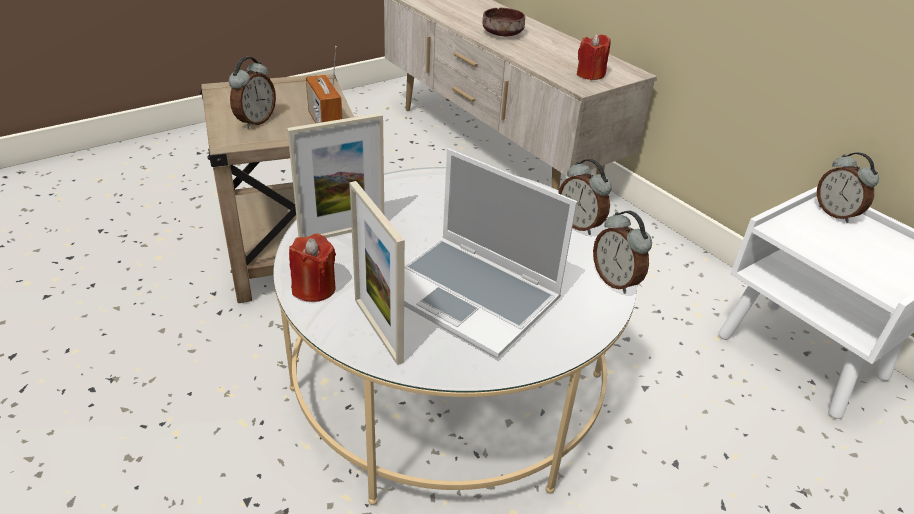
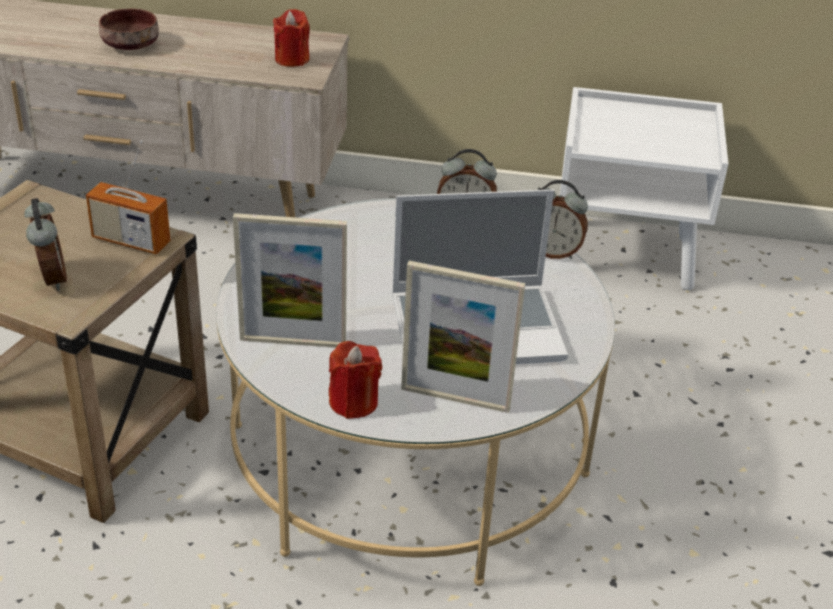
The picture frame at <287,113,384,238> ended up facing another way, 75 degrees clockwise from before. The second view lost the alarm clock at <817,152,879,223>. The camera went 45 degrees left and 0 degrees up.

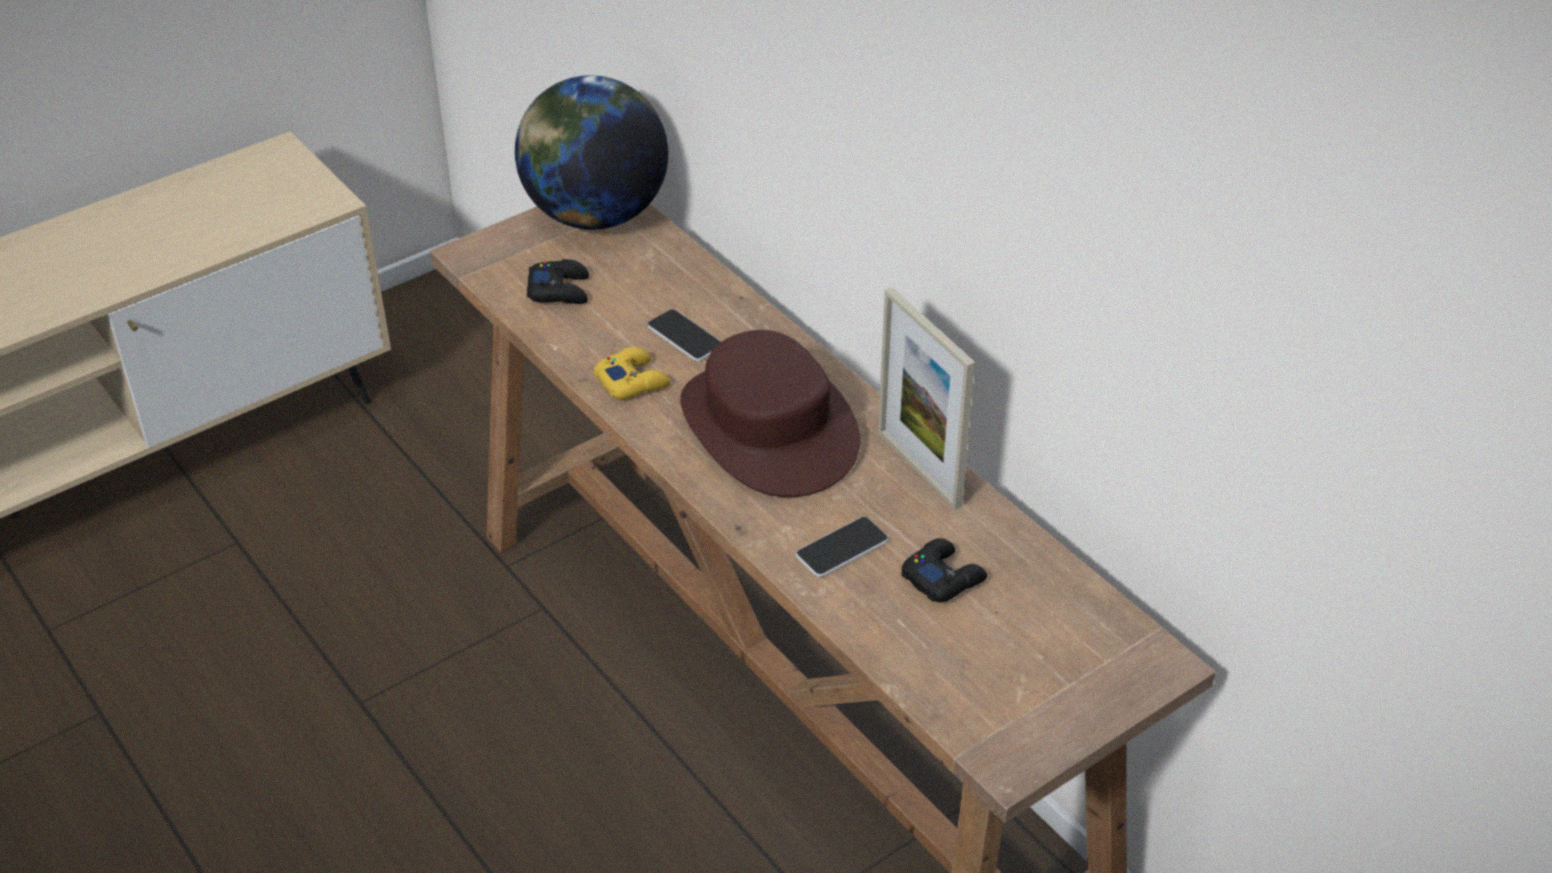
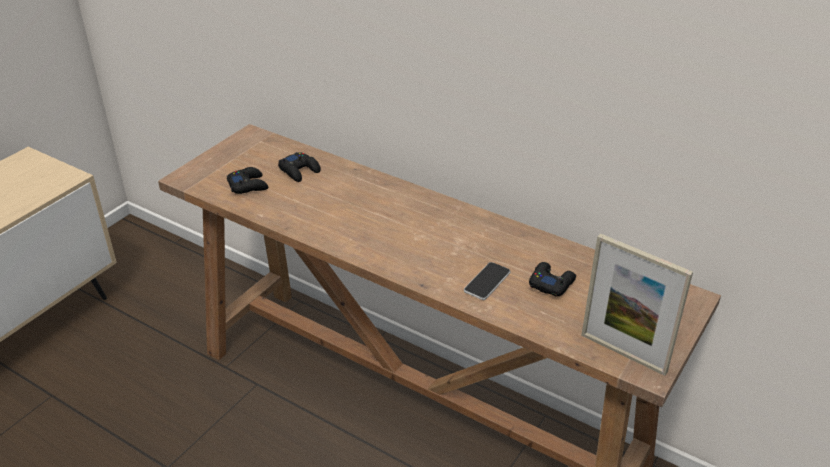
The second view lost the globe at <515,75,668,230>. The second view lost the yellow game controller at <594,347,670,399>. The second view lost the phone at <647,309,721,362>. The second view lost the brown hat at <680,330,860,497>. The picture frame ended up elsewhere, having gone from <878,287,975,510> to <581,233,693,376>. The second view gained the black game controller at <278,152,321,182>. The camera went 20 degrees left and 5 degrees down.

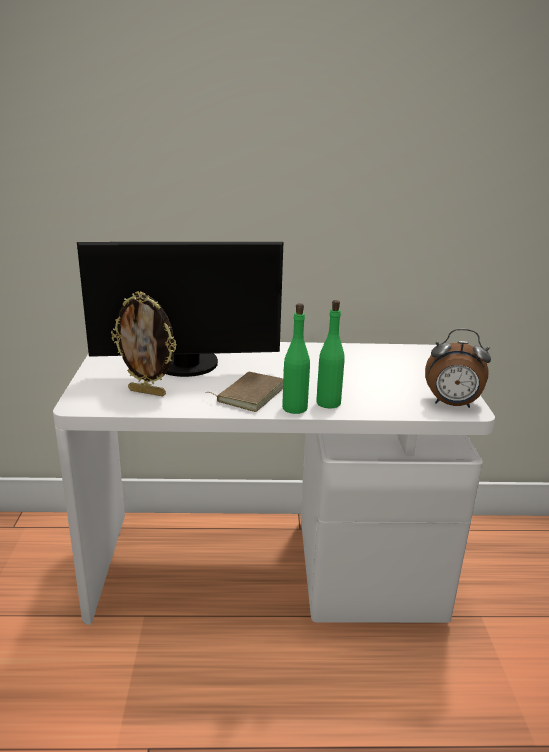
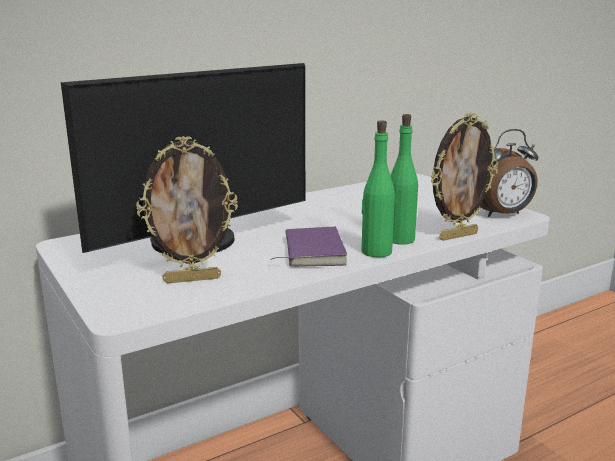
What was the brown book at <205,372,283,412> turned into the purple book at <271,227,347,267>. The second view gained the picture frame at <431,113,498,241>. The camera went 30 degrees left and 5 degrees down.

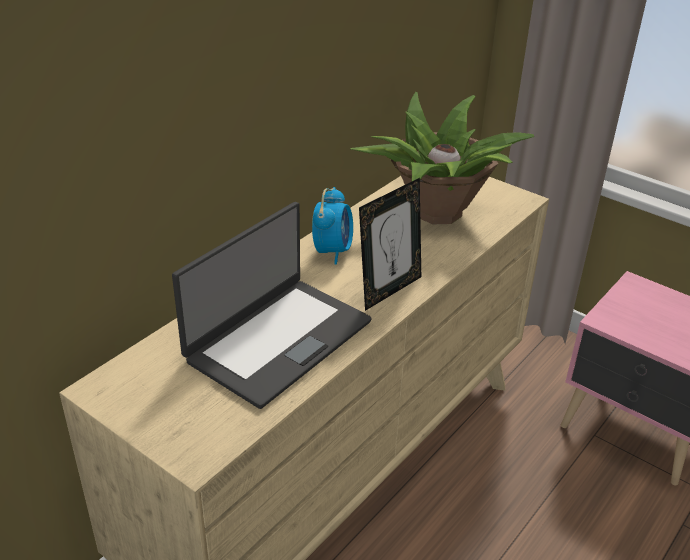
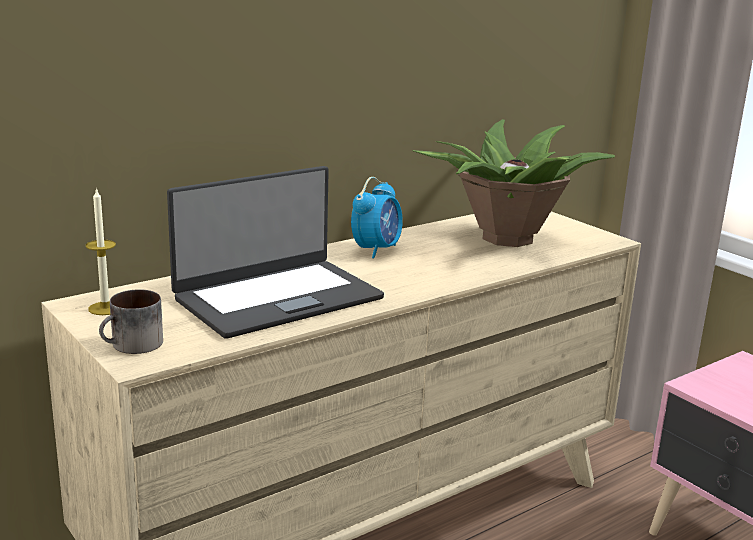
The second view lost the picture frame at <359,178,421,311>. The second view gained the candle at <86,188,116,315>. The second view gained the mug at <99,289,163,354>. The camera went 15 degrees right and 15 degrees down.

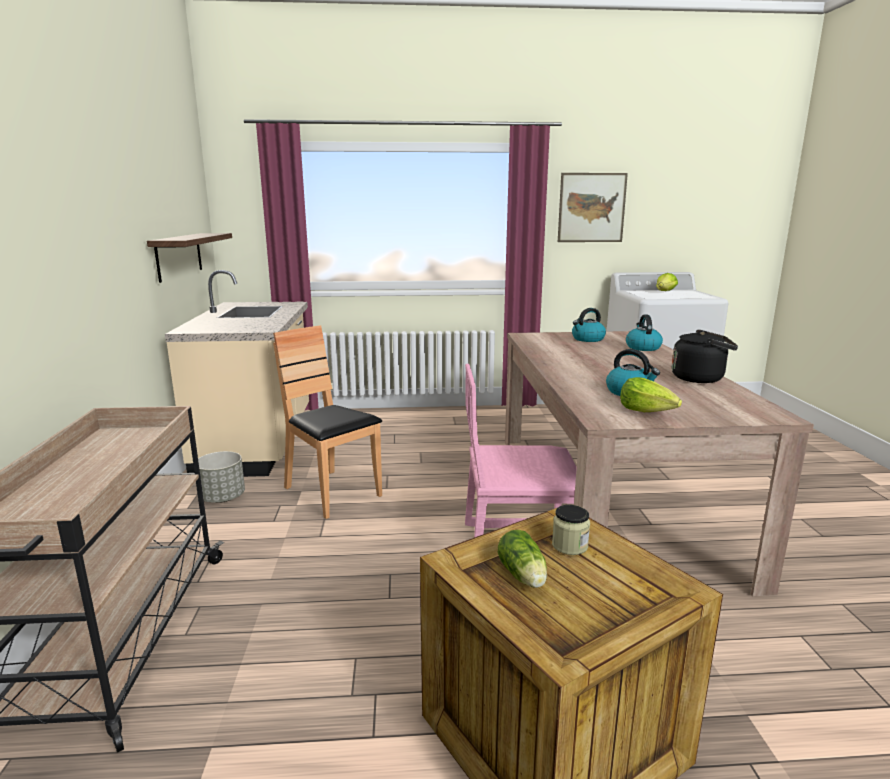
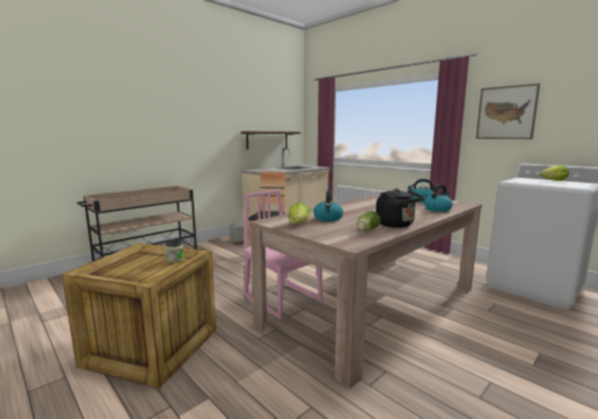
The lettuce ended up elsewhere, having gone from <498,530,547,588> to <357,211,381,231>. The camera went 50 degrees right and 5 degrees down.

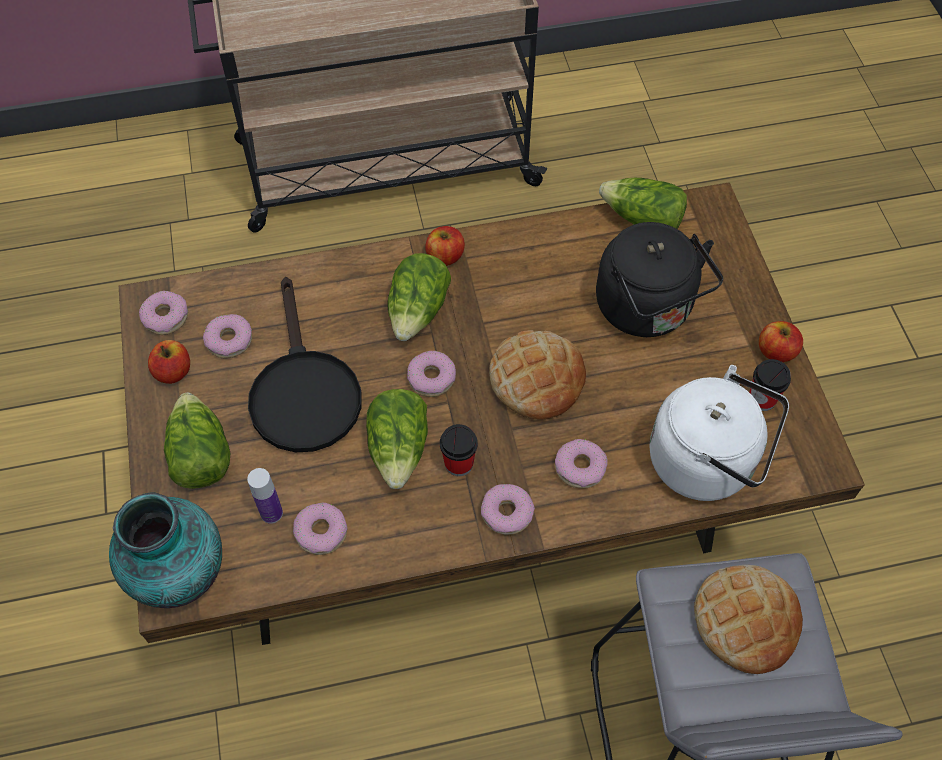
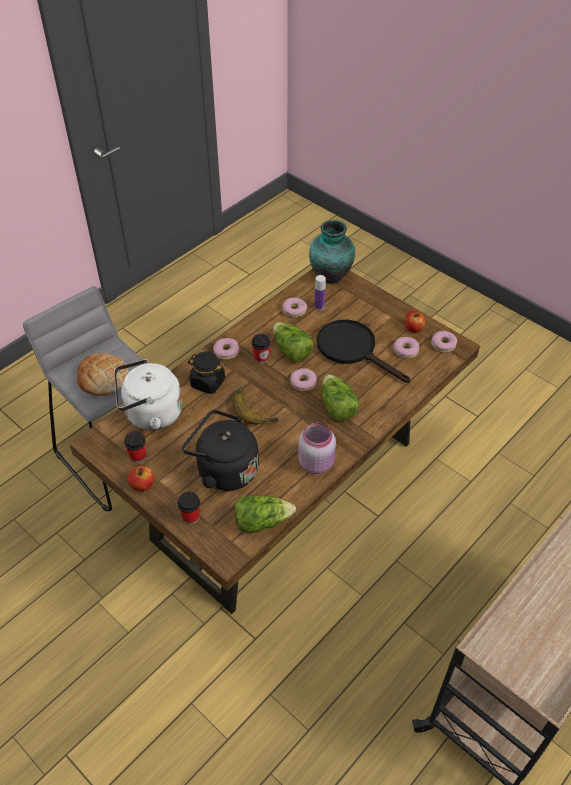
The second view lost the lettuce at <164,393,230,489>. The second view lost the apple at <425,226,465,266>. Where the bread stood at <489,330,586,420>, the banana came to stand at <232,387,279,425>. Where the donut stood at <555,439,608,489>, the black jar came to stand at <188,351,225,394>. The second view gained the cup at <177,492,200,524>. The second view gained the pink jar at <298,423,336,474>. The camera went 145 degrees right and 10 degrees down.

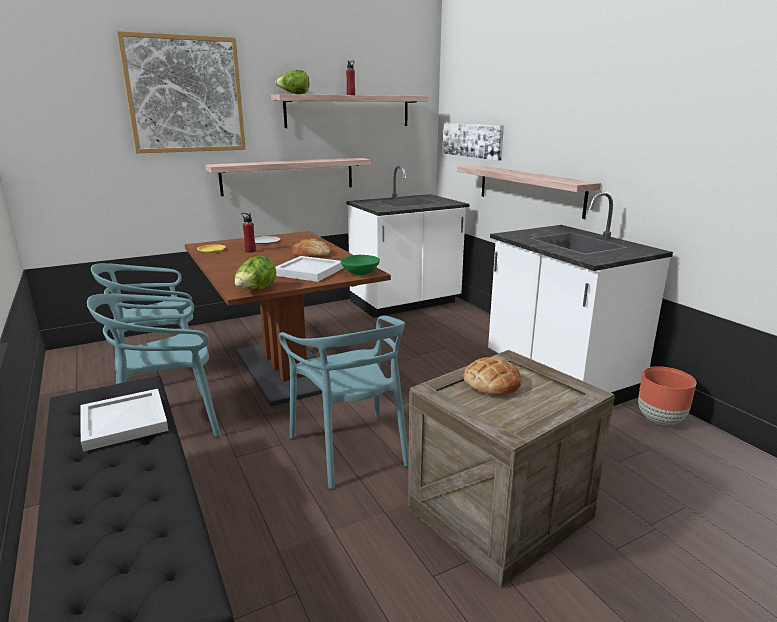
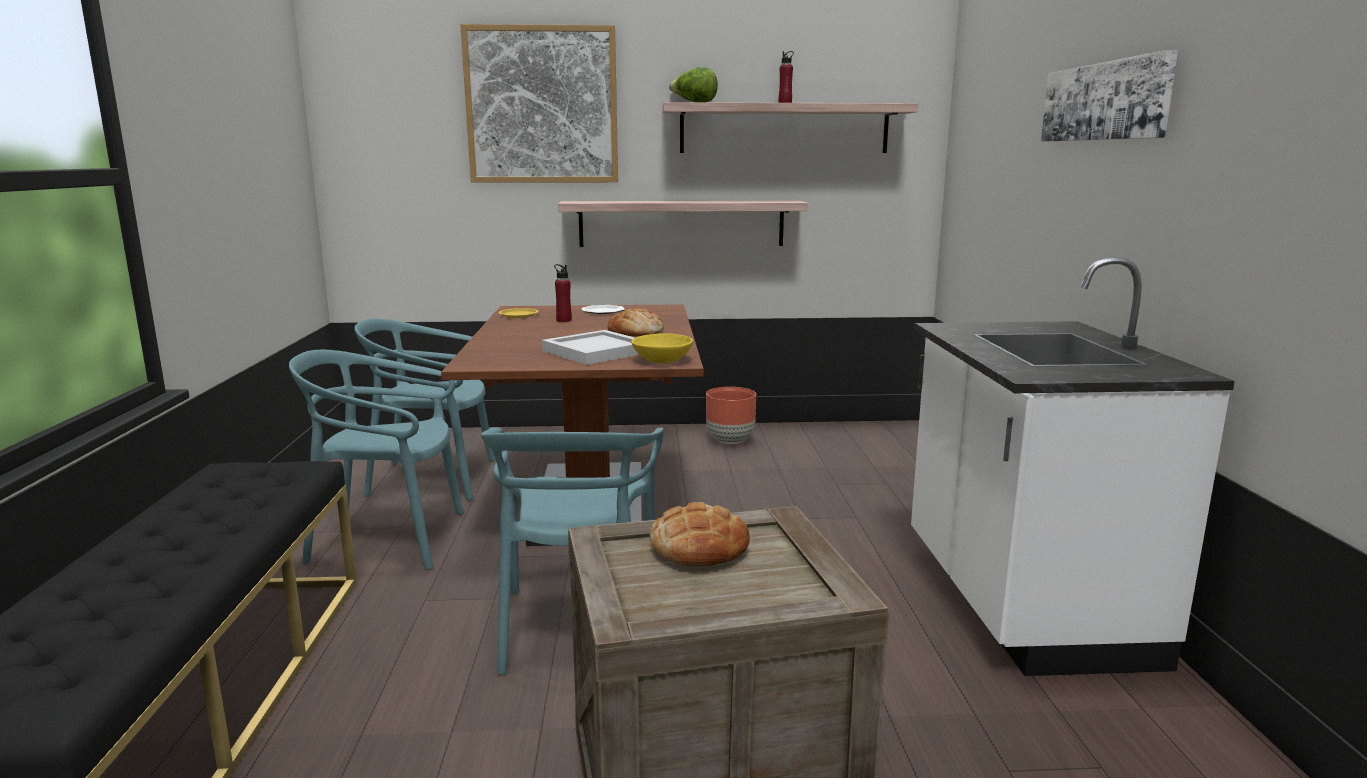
The second view lost the white tray at <80,389,169,452>. The second view lost the lettuce at <234,256,276,290>. What was the green bowl at <340,255,380,275> turned into the yellow bowl at <631,334,693,364>. The second view lost the white counter at <346,166,470,318>. The picture ended up elsewhere, having gone from <443,123,504,161> to <1041,50,1178,141>. The second view lost the shelf at <457,165,601,219>. The brown planter ended up elsewhere, having gone from <638,366,697,425> to <706,387,756,444>. The camera went 25 degrees right and 5 degrees down.

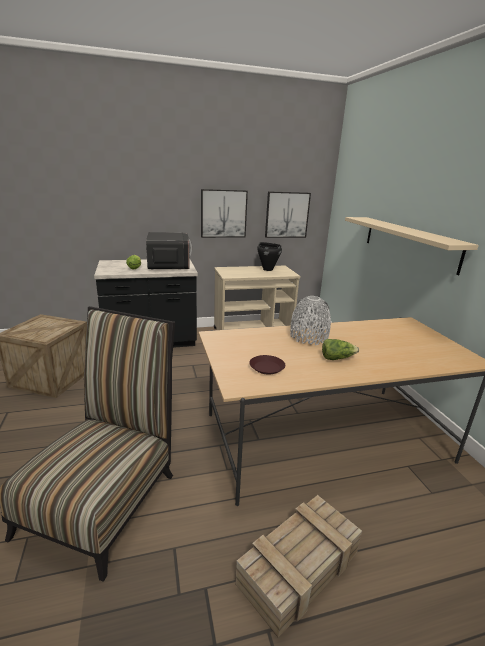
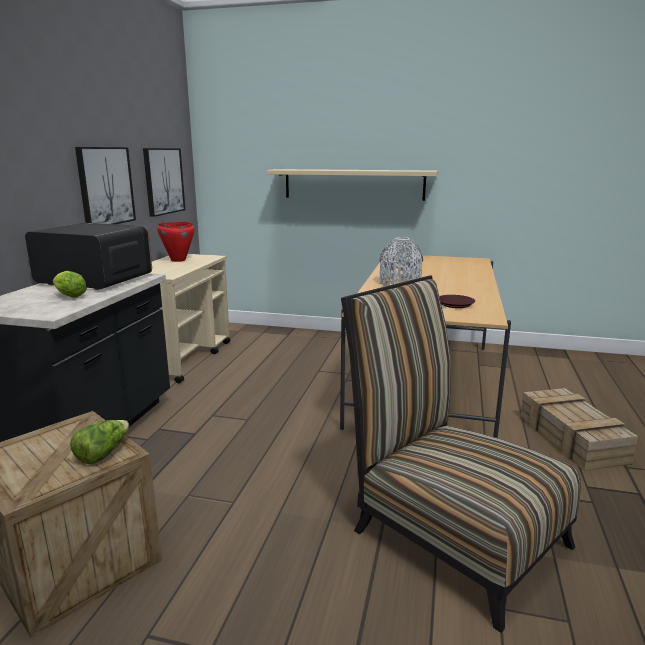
What was the black cooking pot at <257,242,282,271> turned into the red cooking pot at <157,222,194,262>. The lettuce ended up elsewhere, having gone from <322,339,359,360> to <70,420,129,464>. The camera went 60 degrees left and 5 degrees down.

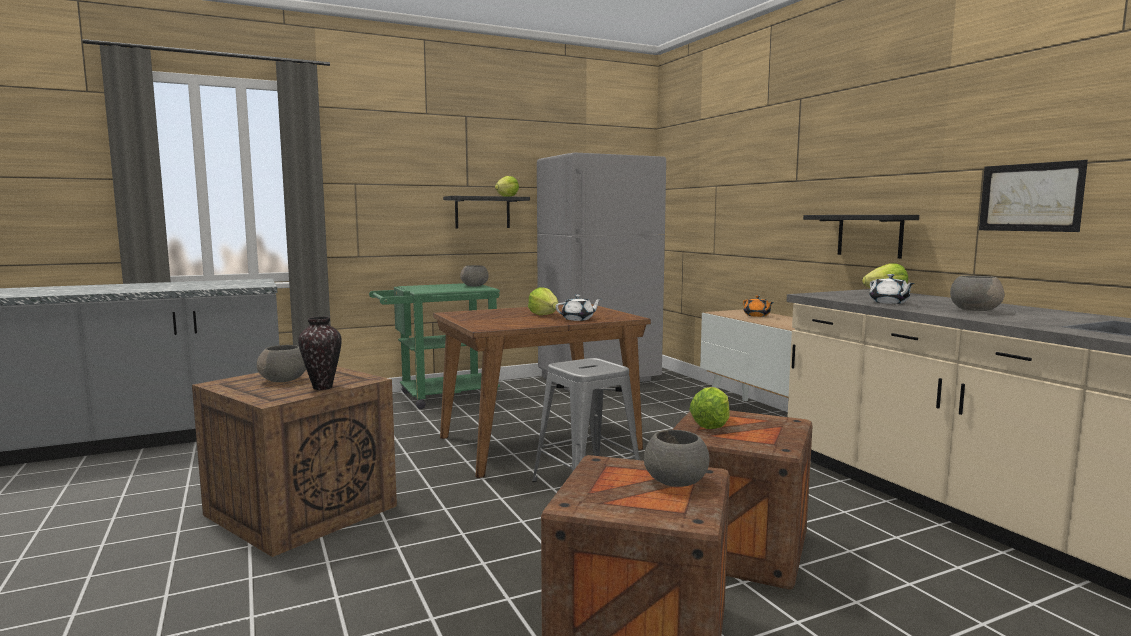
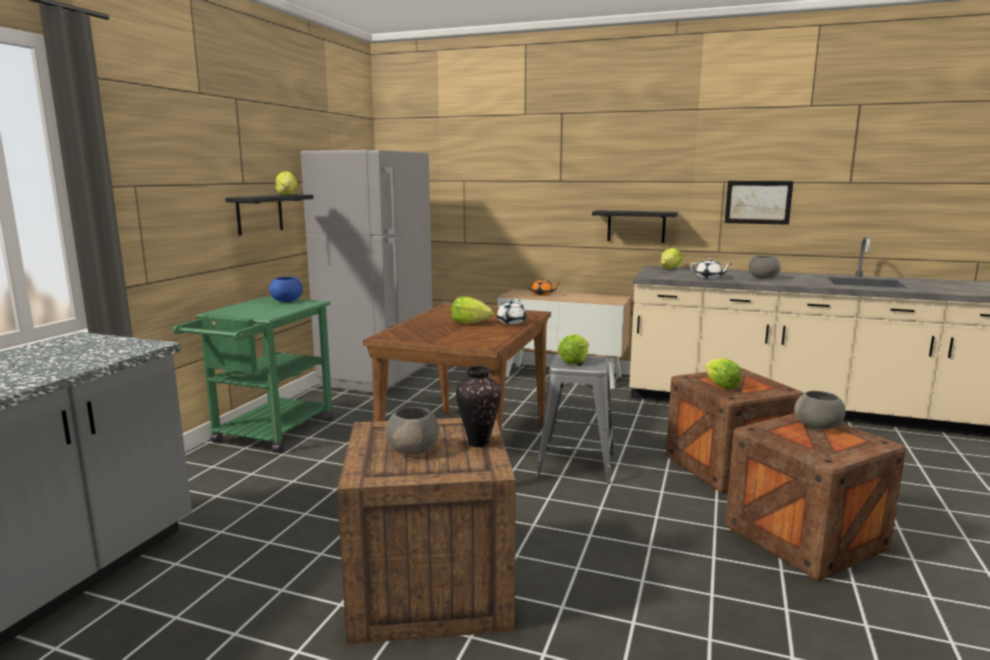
What was the grey bowl at <460,265,489,286> turned into the blue bowl at <269,277,303,302>. The second view gained the lettuce at <558,334,589,364>. The camera went 45 degrees left and 5 degrees up.

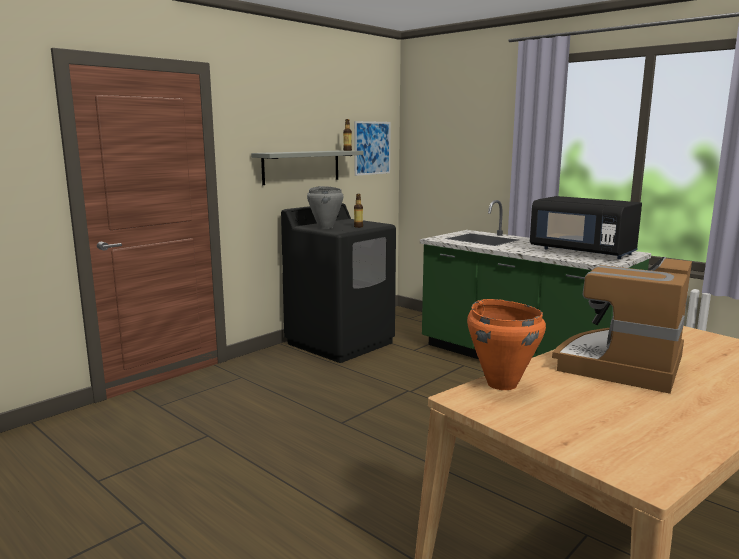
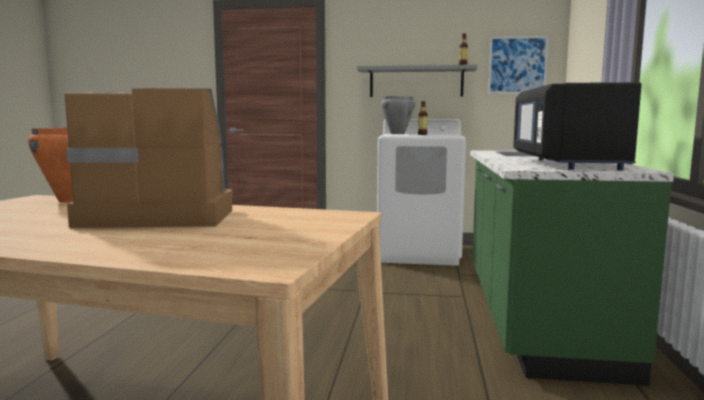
What was the black washing machine at <281,203,396,363> turned into the white washing machine at <377,119,466,266>. The camera went 55 degrees right and 5 degrees down.

